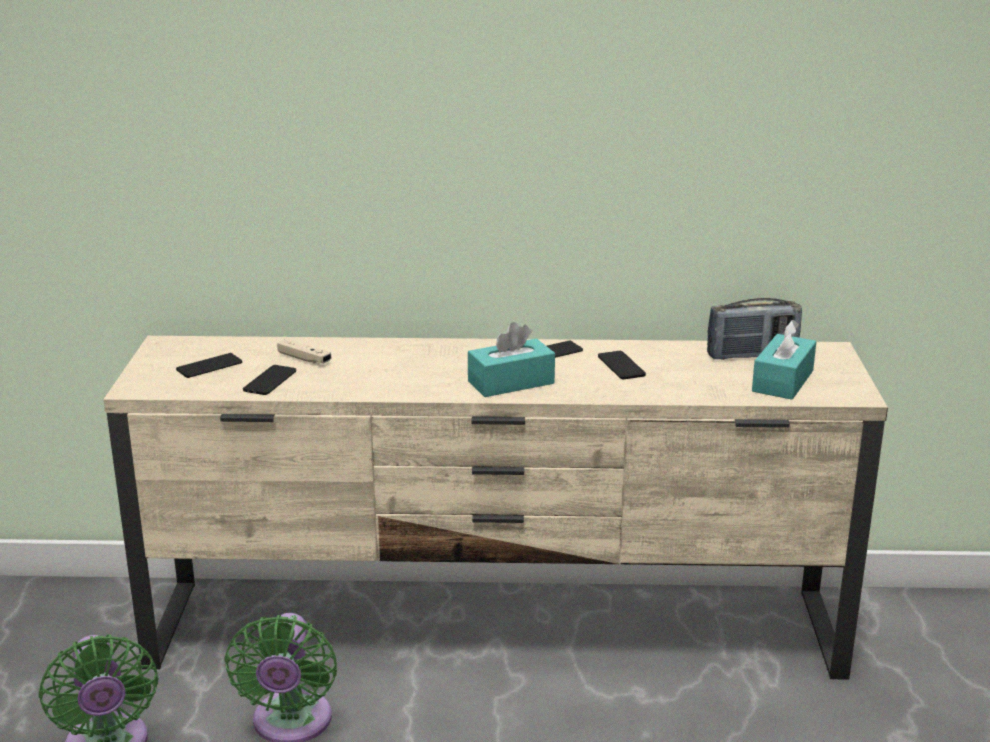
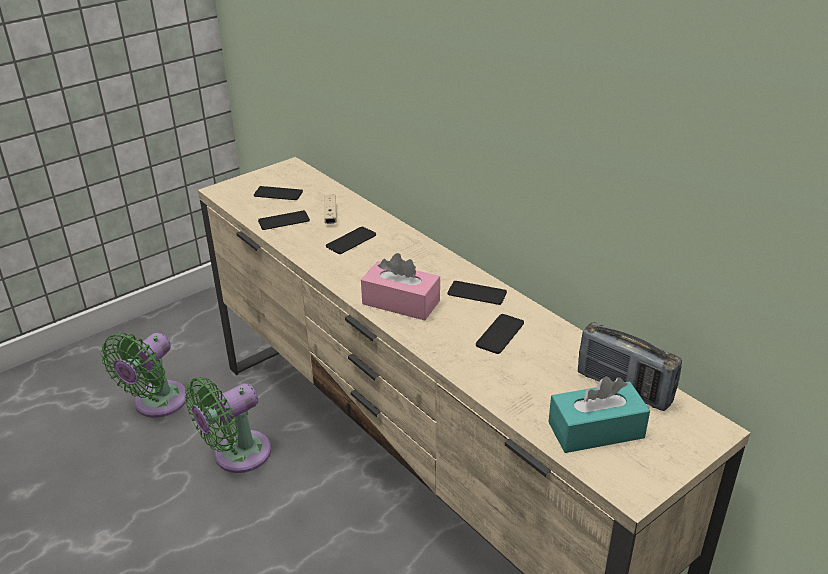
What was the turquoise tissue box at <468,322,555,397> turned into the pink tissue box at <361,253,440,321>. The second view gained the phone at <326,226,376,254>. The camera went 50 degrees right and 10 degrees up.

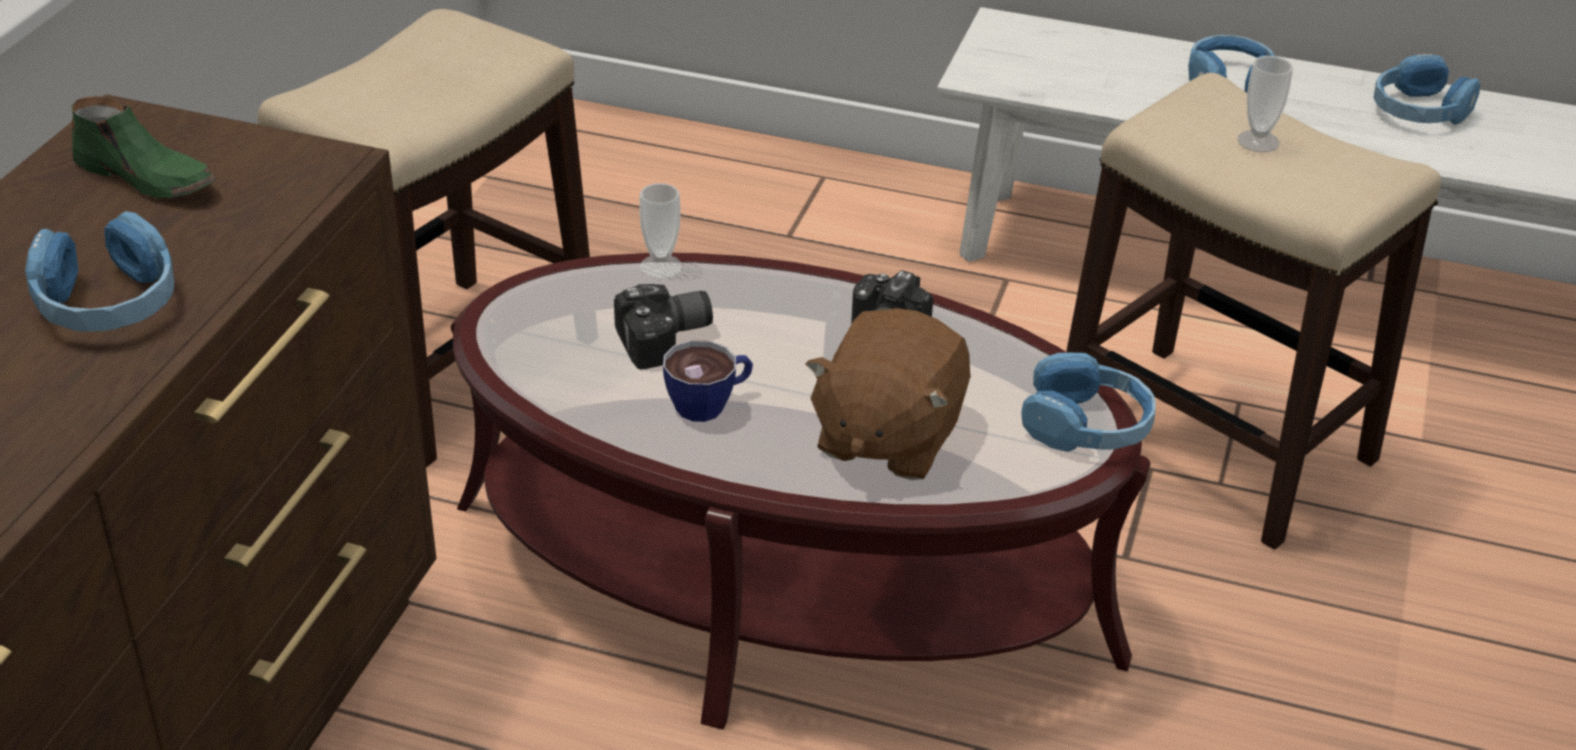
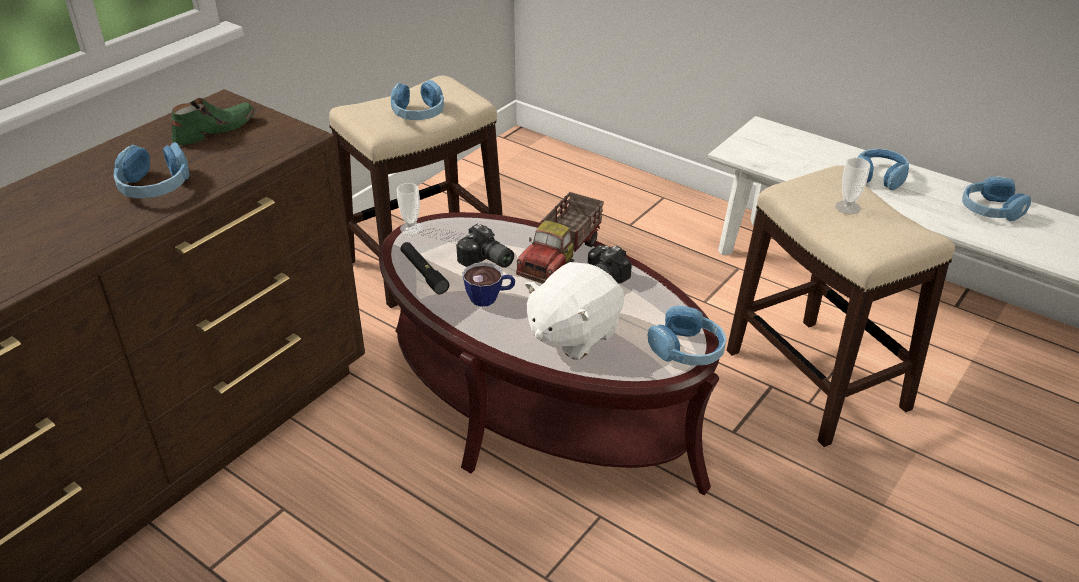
The green shoe at <71,96,215,198> ended up facing another way, 90 degrees counterclockwise from before. The photo camera at <614,284,713,369> ended up facing another way, 45 degrees clockwise from before. The cup ended up elsewhere, having gone from <639,183,682,278> to <397,183,423,235>. What was the brown plush toy at <805,308,971,480> turned into the white plush toy at <525,262,625,360>. The second view gained the blue headphones at <391,80,444,120>. The second view gained the black flashlight at <400,242,449,294>. The second view gained the toy truck at <516,192,604,284>. The camera went 20 degrees right and 0 degrees up.

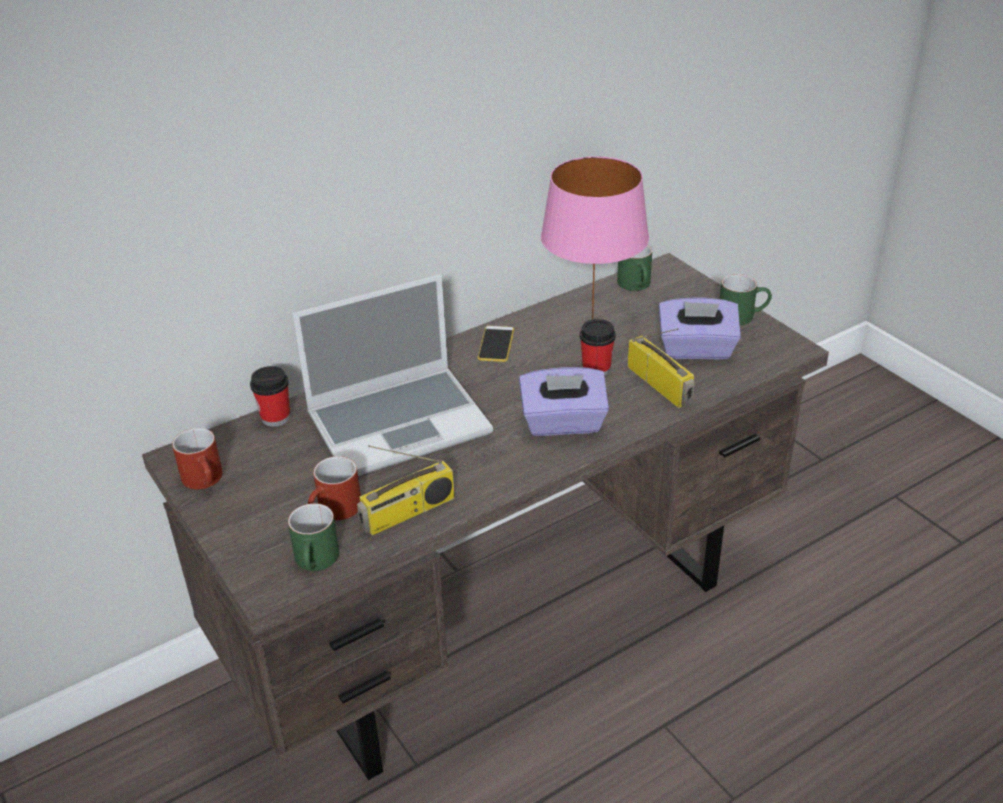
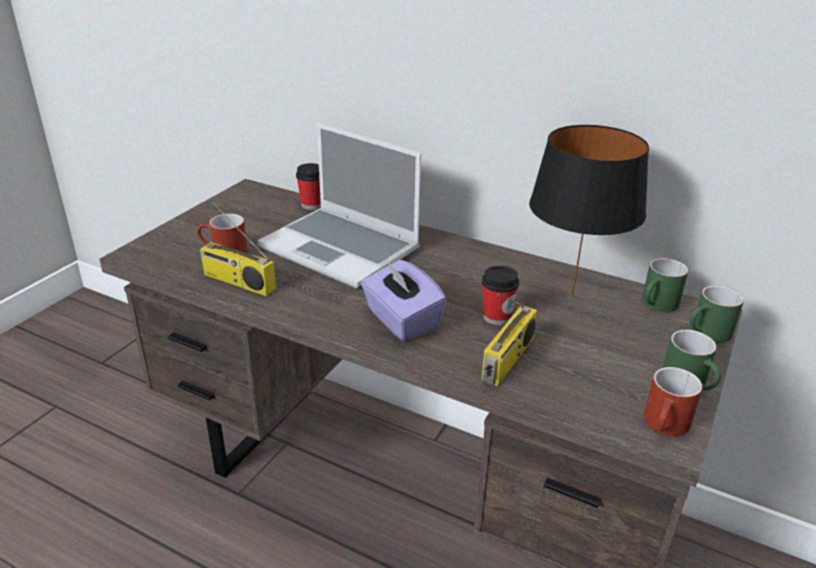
The red mug ended up elsewhere, having gone from <172,428,223,489> to <644,367,703,436>. The green mug ended up elsewhere, having gone from <288,503,339,571> to <690,285,744,343>. The second view lost the phone at <478,326,514,362>. What was the pink table lamp at <541,156,649,319> turned into the black table lamp at <529,125,649,296>. The second view lost the purple tissue box at <659,297,741,359>. The camera went 60 degrees right and 5 degrees down.

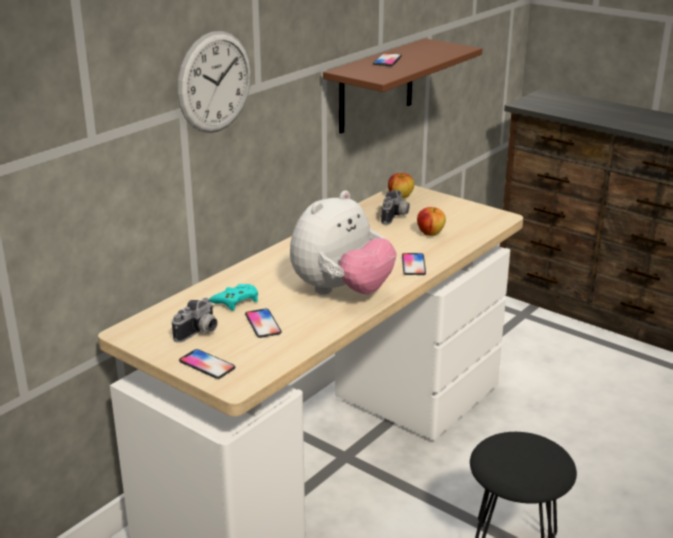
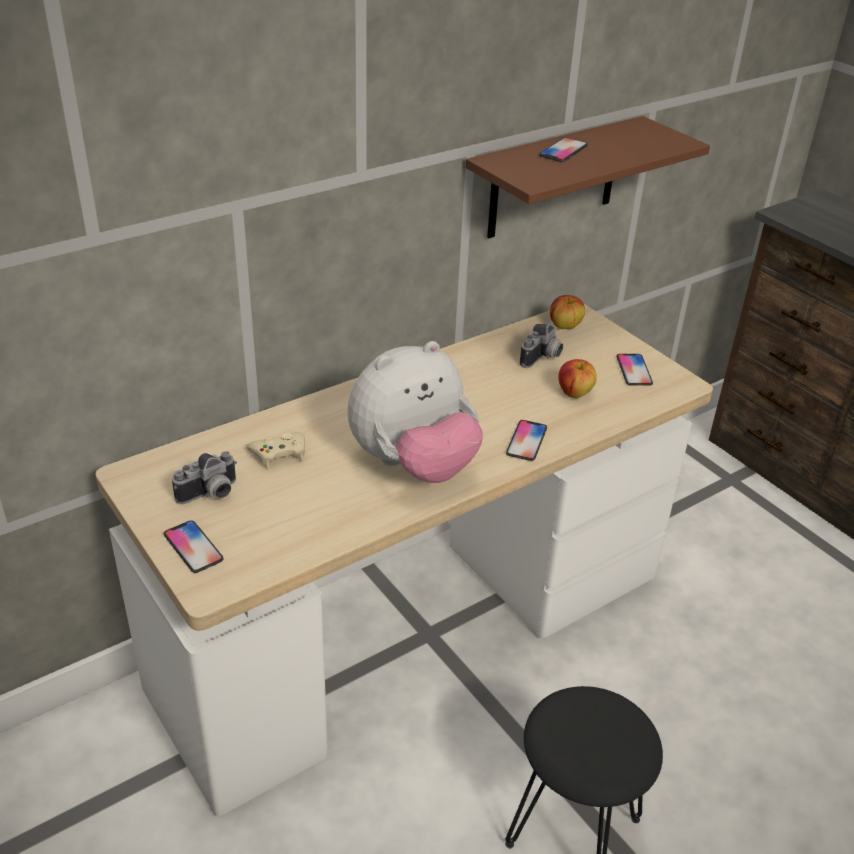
The second view lost the wall clock at <177,31,251,133>. What was the turquoise game controller at <209,284,258,311> turned into the beige game controller at <246,432,305,468>. The phone ended up elsewhere, having gone from <245,309,282,338> to <616,354,653,386>. The camera went 15 degrees right and 10 degrees up.

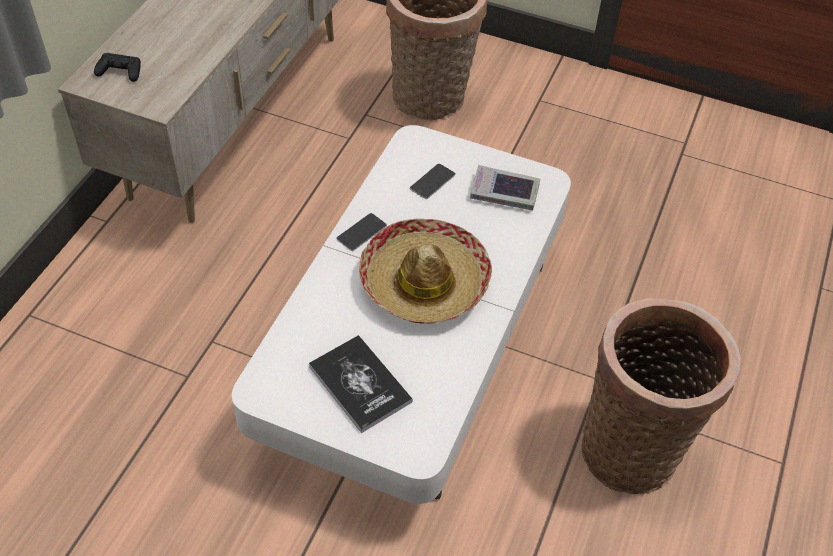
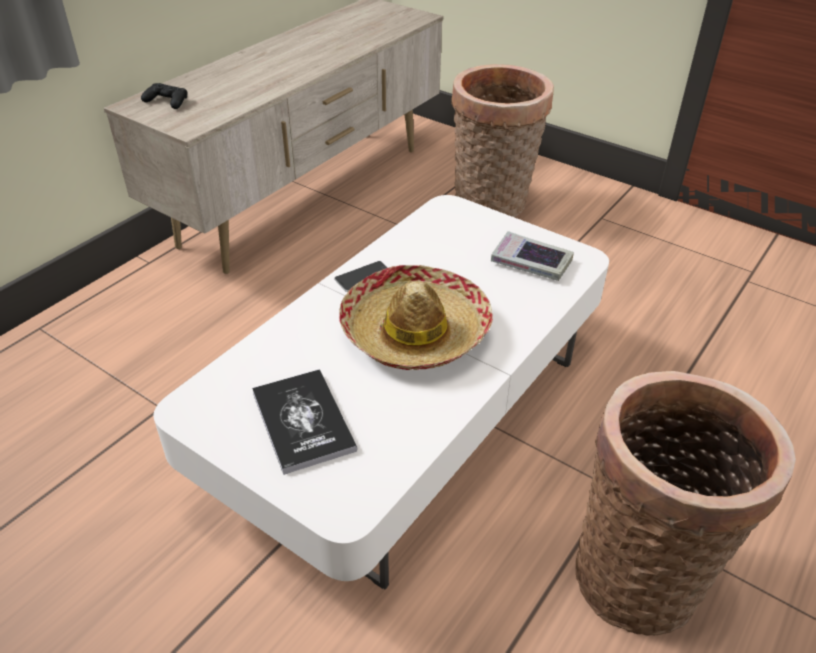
The second view lost the phone at <410,164,456,199>. The camera went 15 degrees right and 10 degrees down.

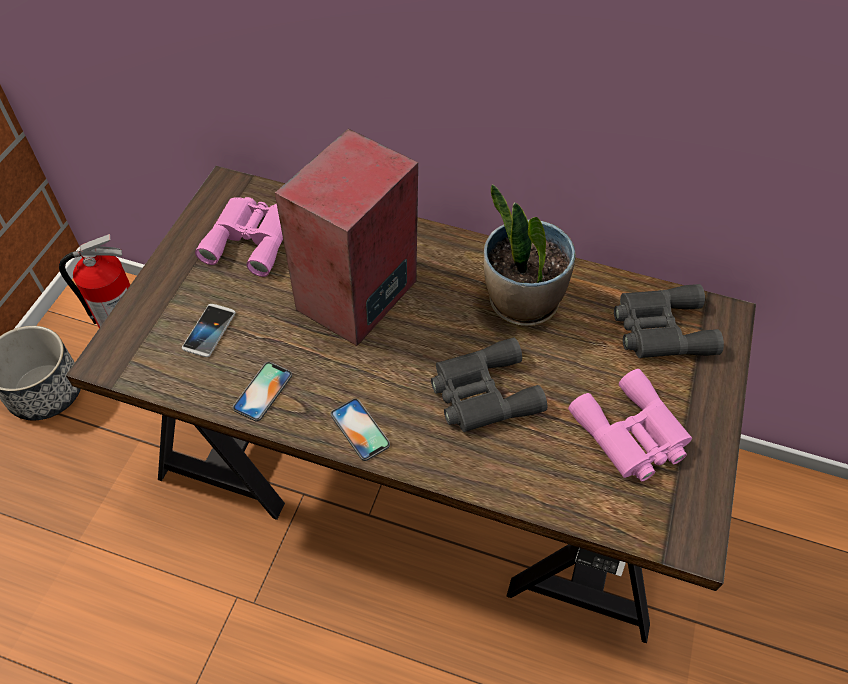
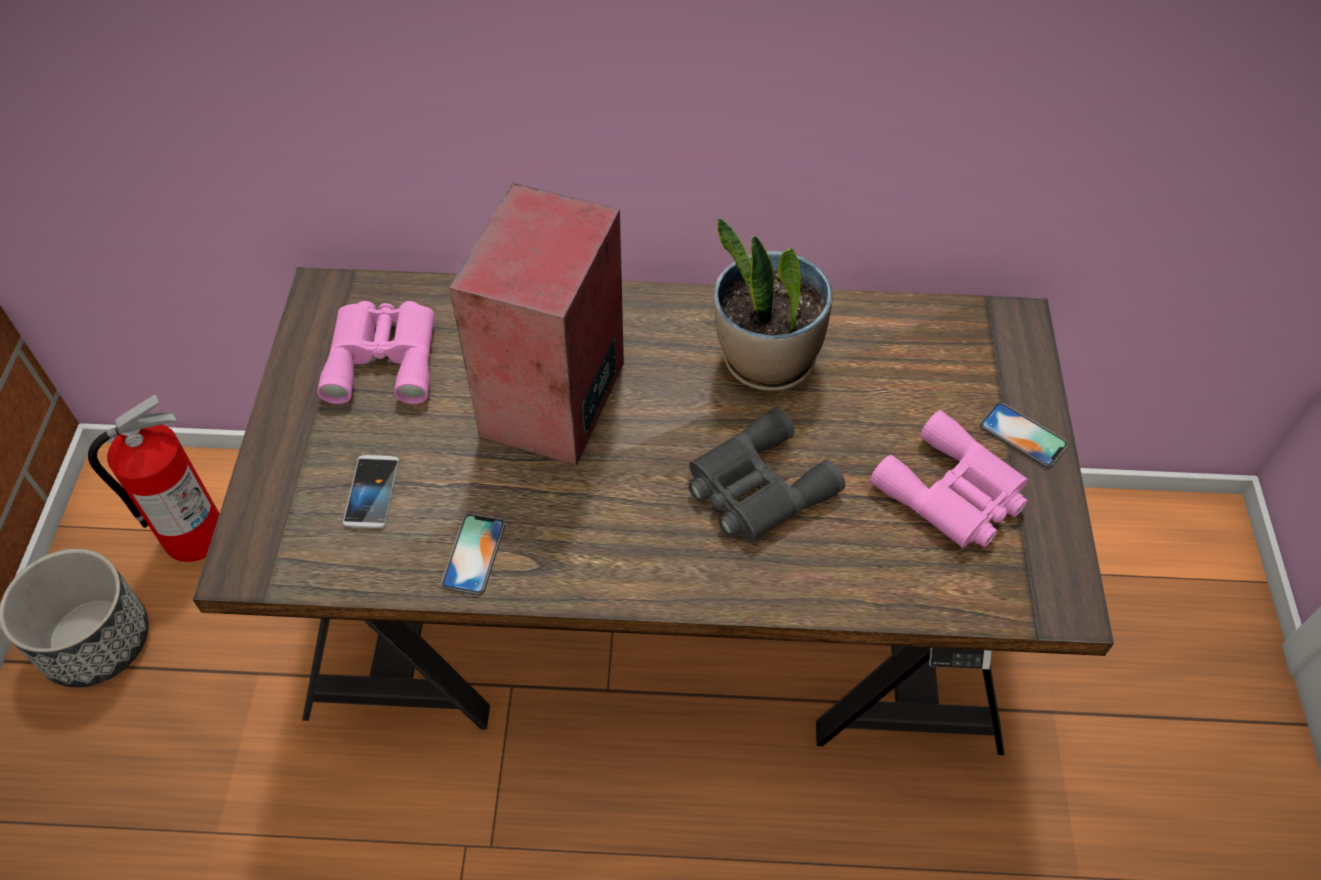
The phone ended up elsewhere, having gone from <331,398,390,461> to <980,402,1068,468>. The second view lost the grey binoculars at <614,284,724,358>. The camera went 15 degrees left and 0 degrees up.

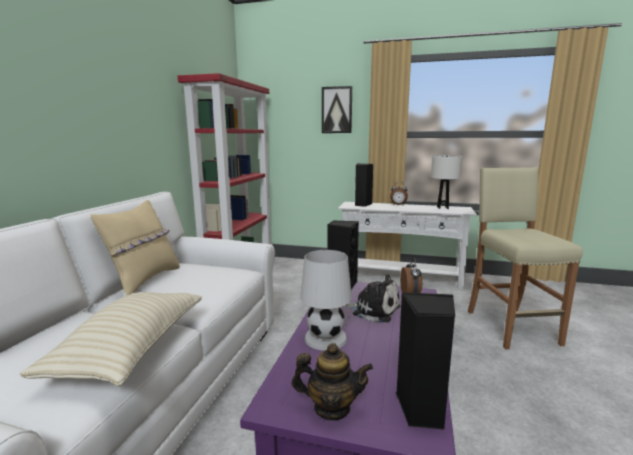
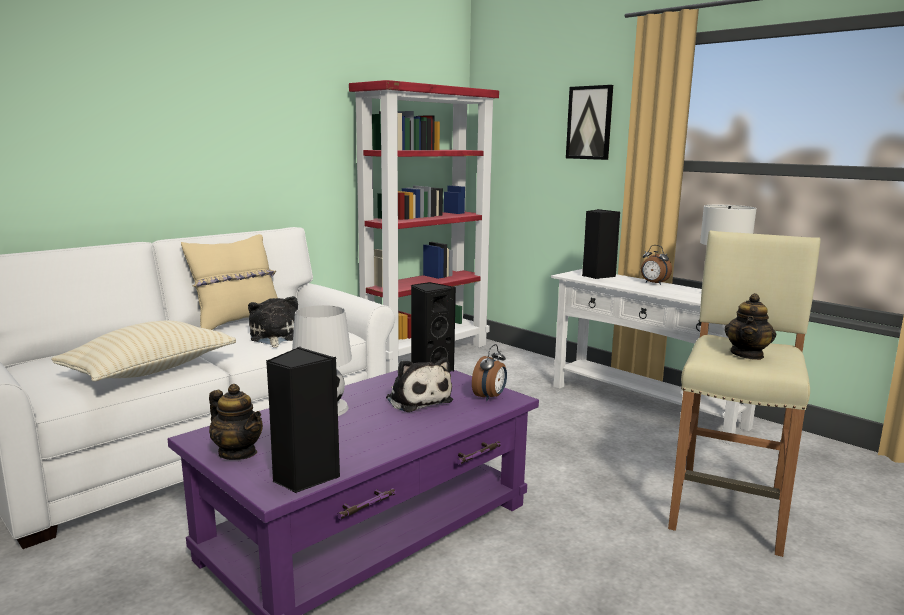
The second view gained the plush toy at <248,296,298,348>. The second view gained the teapot at <724,293,776,360>. The camera went 30 degrees right and 0 degrees up.

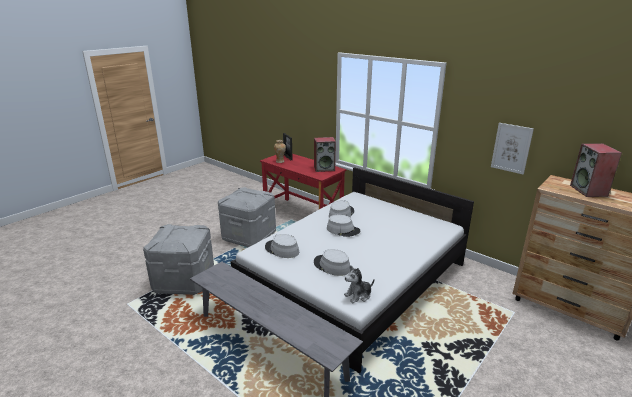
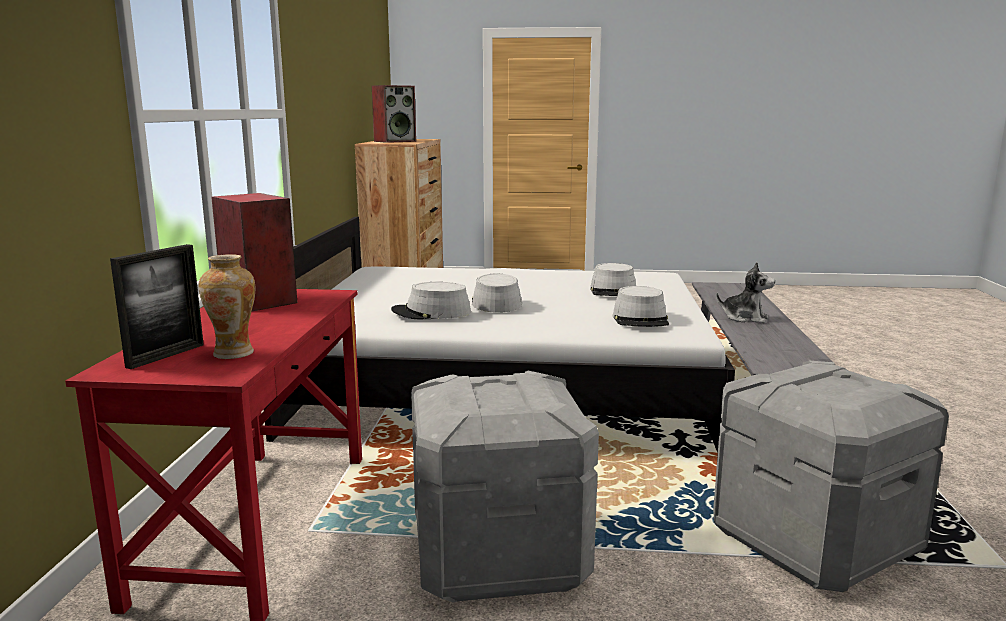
The plush toy ended up elsewhere, having gone from <344,265,374,304> to <716,262,775,323>. The second view lost the picture at <491,123,534,175>. The camera went 125 degrees left and 10 degrees down.

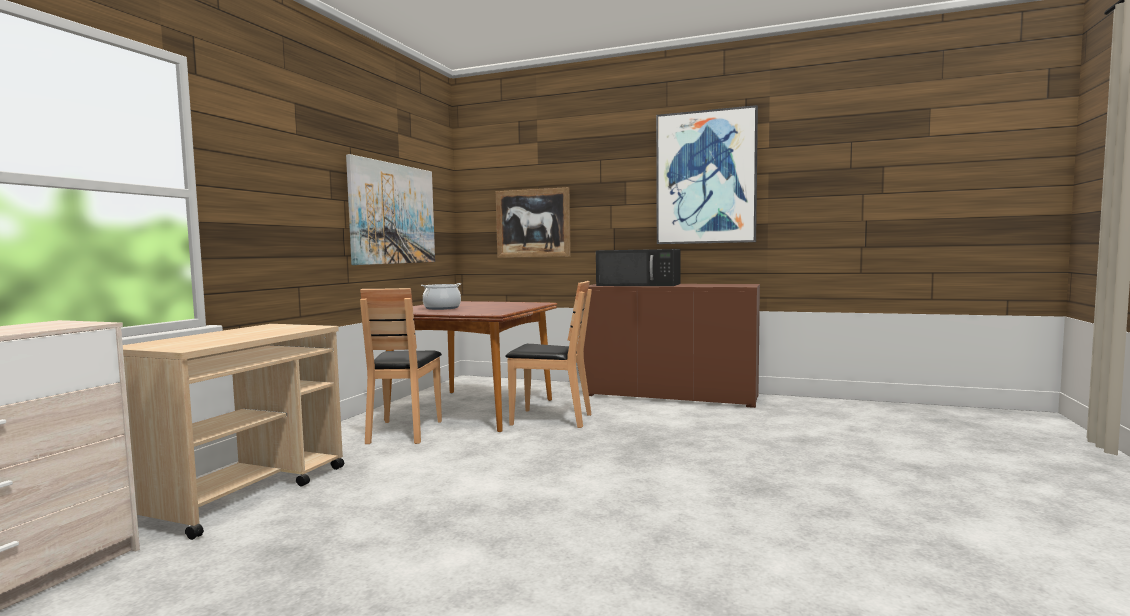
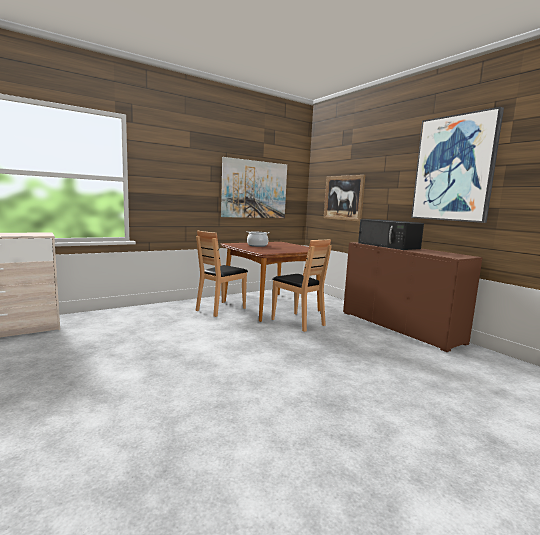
The second view lost the beige cart at <123,324,344,540>. The camera went 35 degrees right and 5 degrees up.

